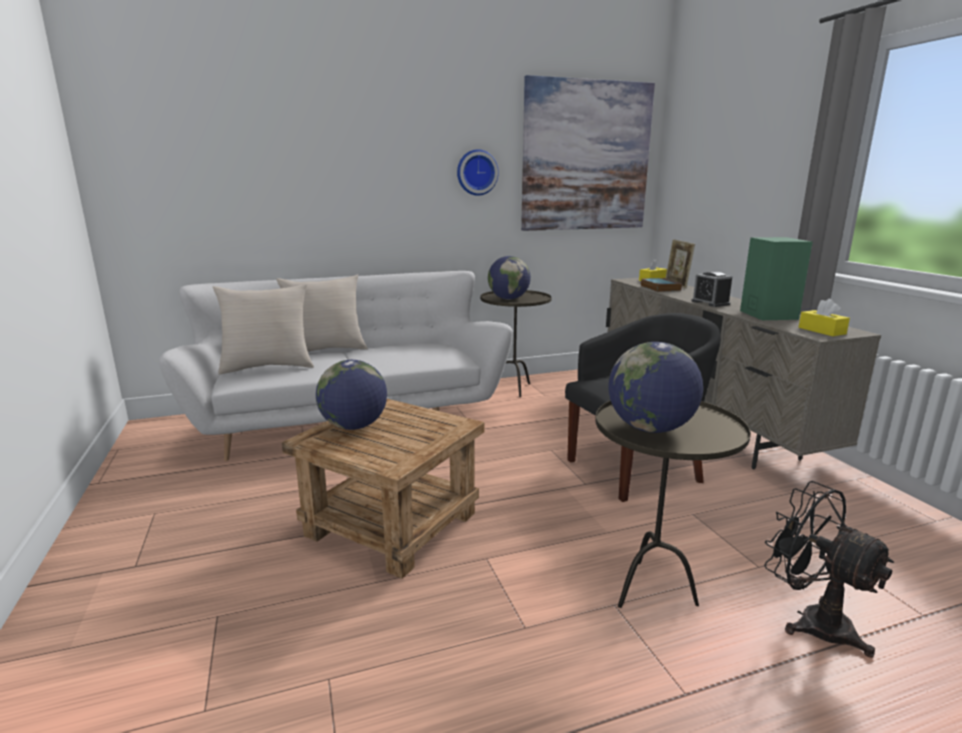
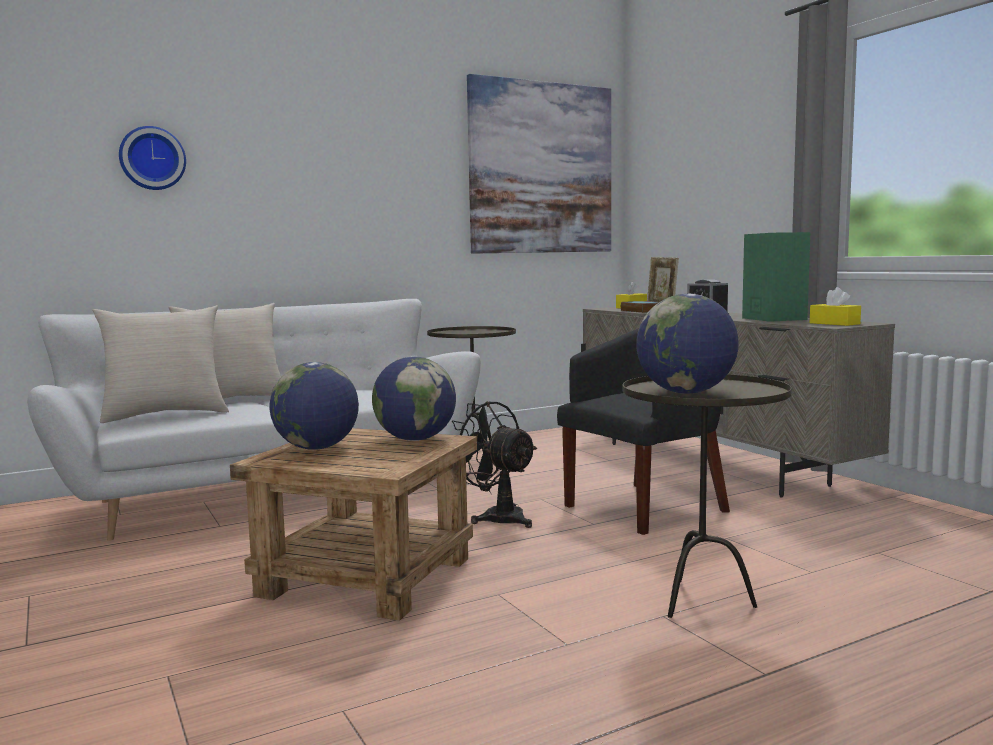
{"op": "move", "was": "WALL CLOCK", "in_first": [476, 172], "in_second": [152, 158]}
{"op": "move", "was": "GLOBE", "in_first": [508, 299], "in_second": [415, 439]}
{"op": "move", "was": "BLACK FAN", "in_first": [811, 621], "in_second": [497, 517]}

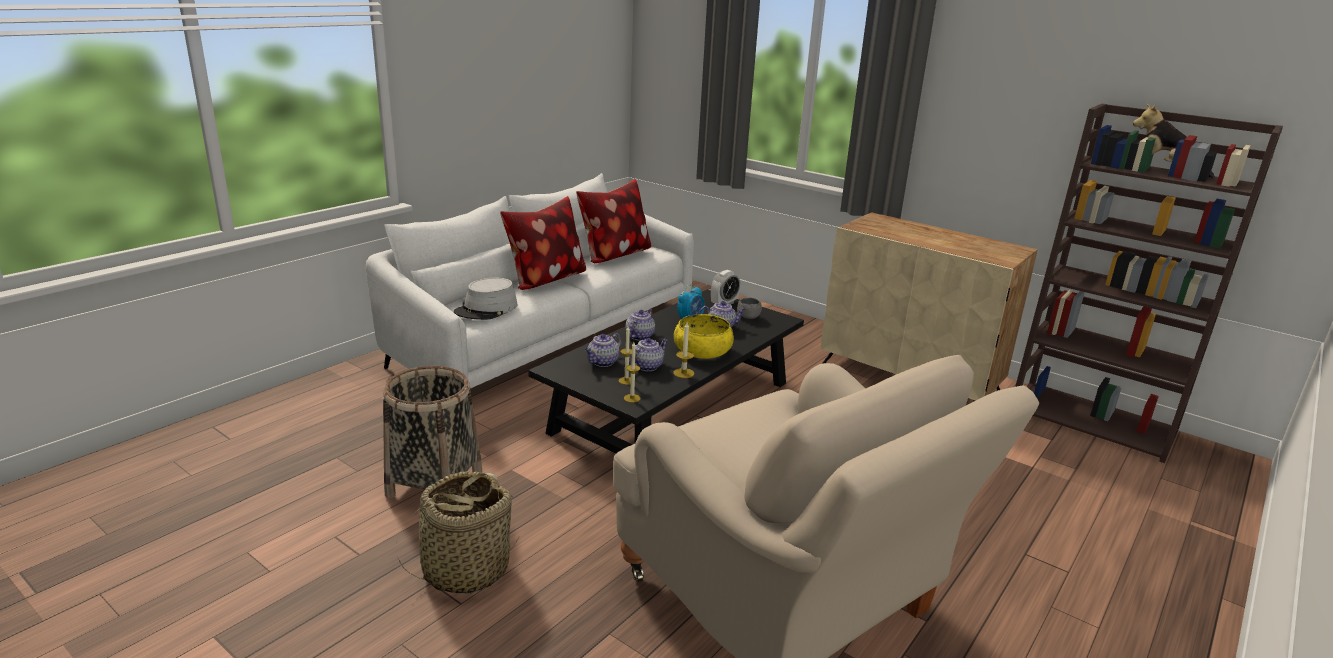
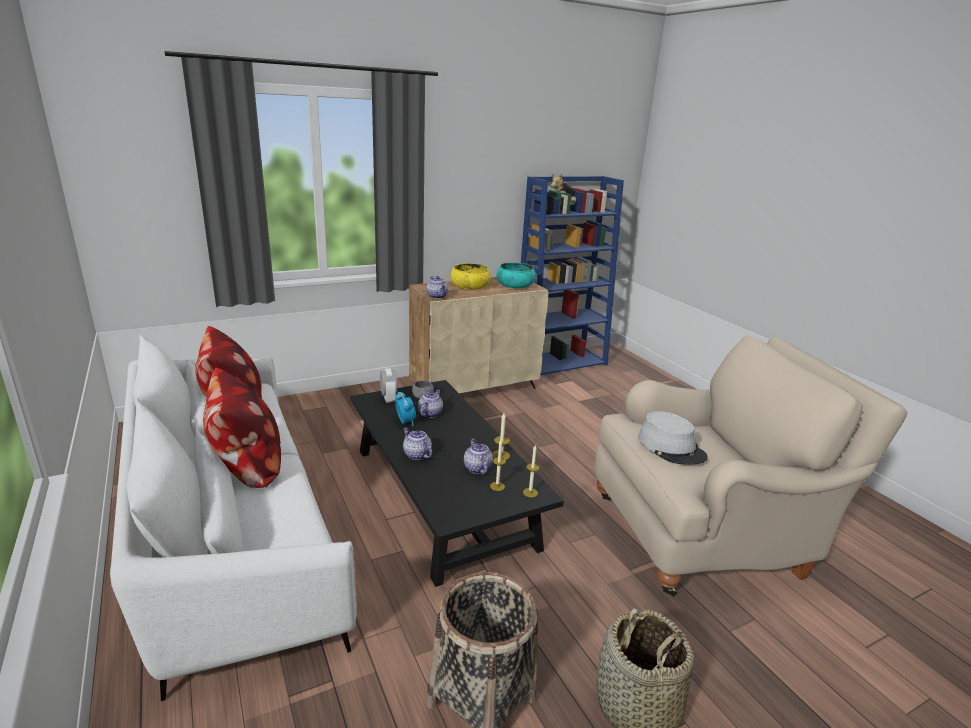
{"op": "move", "was": "TEAPOT", "in_first": [602, 362], "in_second": [437, 296]}
{"op": "move", "was": "YELLOW BOWL", "in_first": [702, 350], "in_second": [470, 286]}
{"op": "insert", "now": "TURQUOISE BOWL", "in_second": [515, 285]}
{"op": "recolor", "was": "BROWN BOOKCASE", "now": "BLUE BOOKCASE", "in_first": [1094, 421], "in_second": [560, 362]}
{"op": "move", "was": "GREY HAT", "in_first": [486, 309], "in_second": [671, 447]}

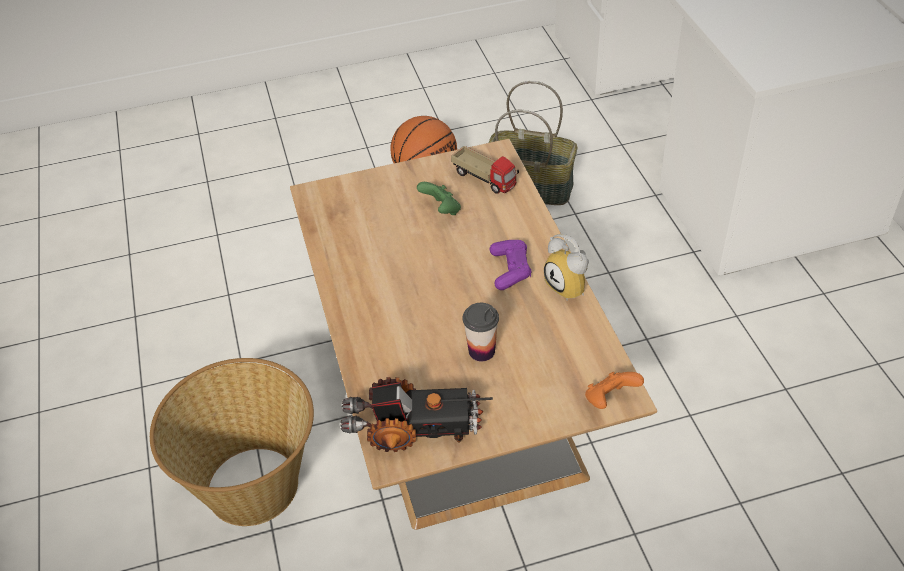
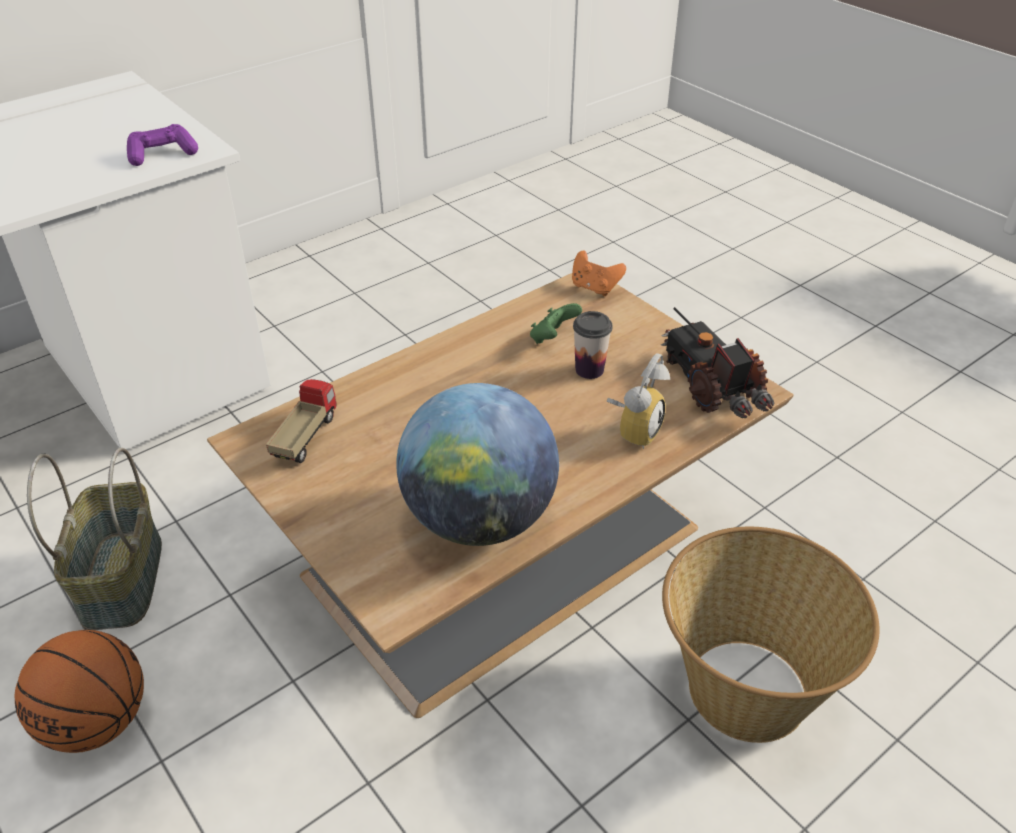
{"op": "move", "was": "PURPLE GAME CONTROLLER", "in_first": [510, 270], "in_second": [162, 154]}
{"op": "insert", "now": "GLOBE", "in_second": [479, 519]}
{"op": "move", "was": "GREEN GAME CONTROLLER", "in_first": [441, 210], "in_second": [552, 338]}
{"op": "move", "was": "ALARM CLOCK", "in_first": [570, 286], "in_second": [634, 430]}

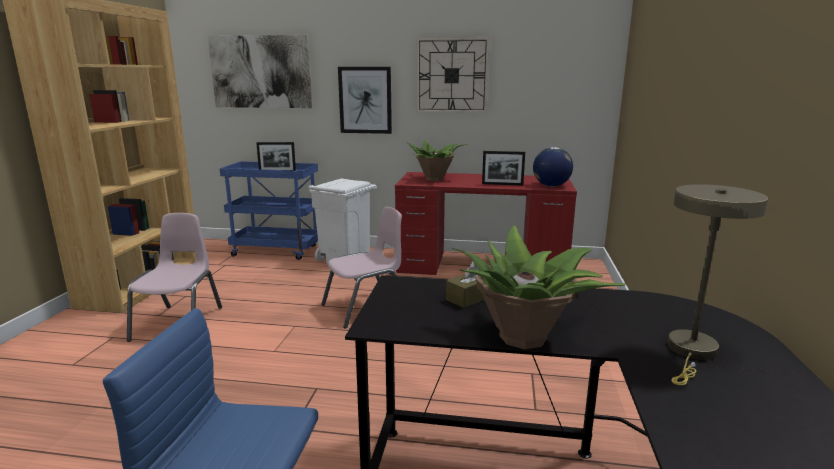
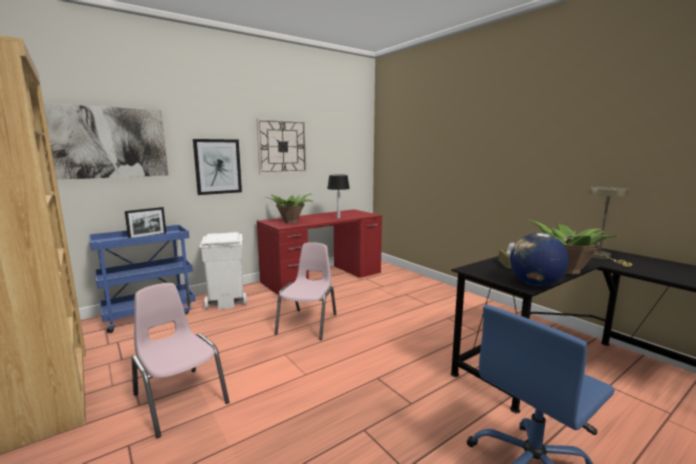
{"op": "replace", "was": "PICTURE FRAME", "now": "TABLE LAMP", "in_first": [502, 184], "in_second": [338, 218]}
{"op": "move", "was": "GLOBE", "in_first": [551, 186], "in_second": [535, 284]}

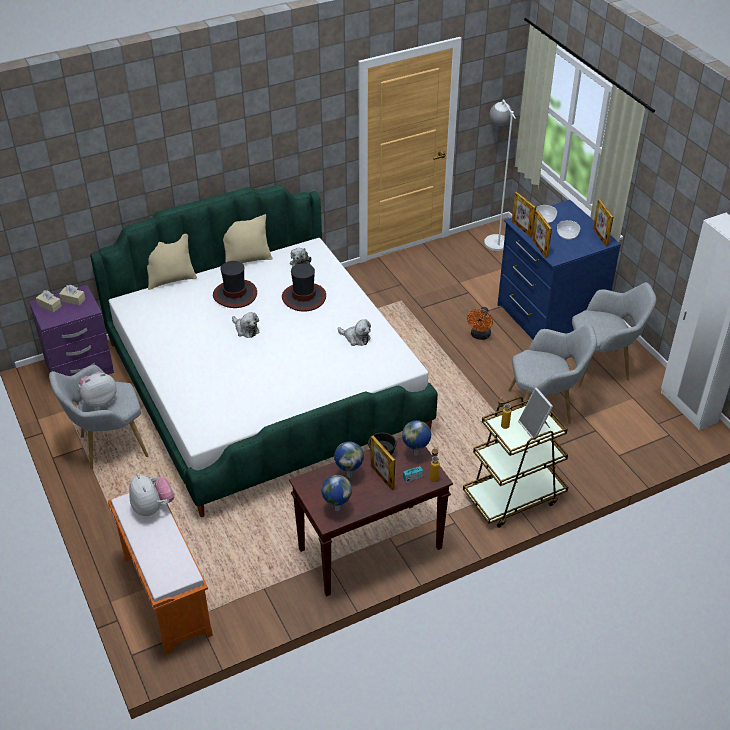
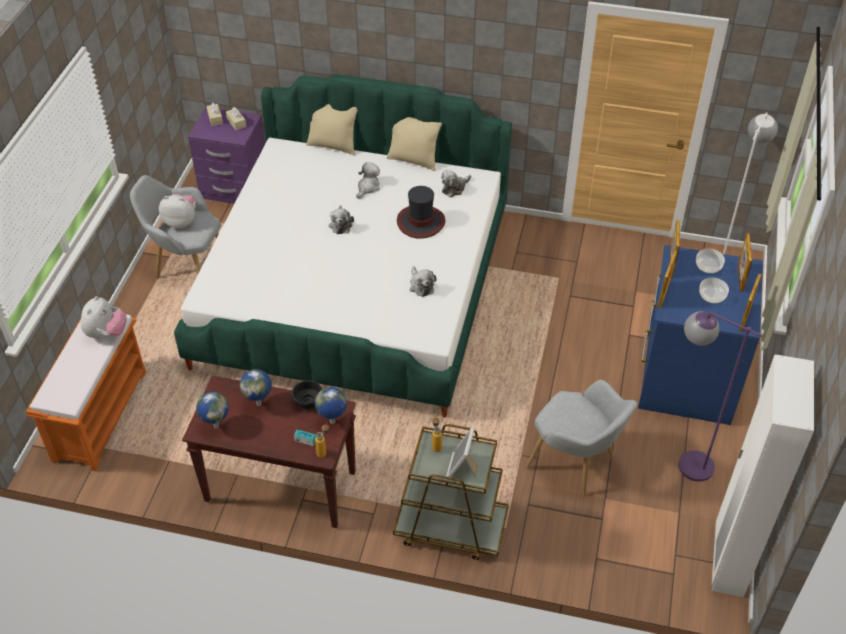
{"op": "replace", "was": "HAT", "now": "PLUSH TOY", "in_first": [235, 294], "in_second": [368, 187]}
{"op": "replace", "was": "GREY ARMCHAIR", "now": "PURPLE FLOOR LAMP", "in_first": [602, 367], "in_second": [684, 461]}
{"op": "move", "was": "PICTURE FRAME", "in_first": [382, 477], "in_second": [740, 278]}
{"op": "delete", "was": "ORANGE FAN", "in_first": [479, 336]}

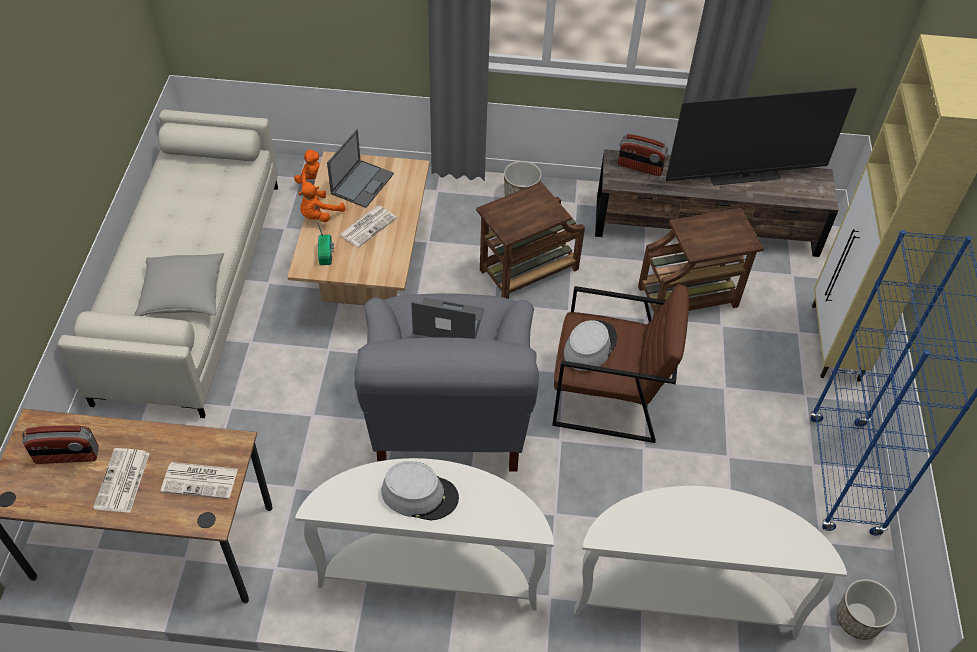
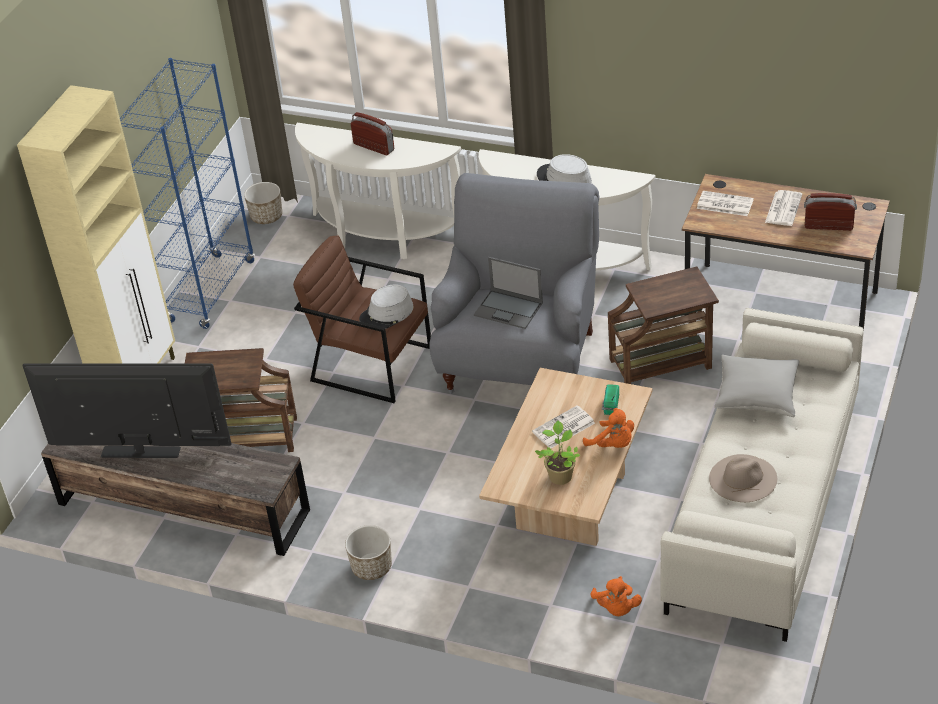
{"op": "move", "was": "RADIO", "in_first": [640, 167], "in_second": [374, 147]}
{"op": "replace", "was": "LAPTOP", "now": "POTTED PLANT", "in_first": [362, 183], "in_second": [560, 475]}
{"op": "rotate", "was": "ORANGE PLUSH TOY", "in_first": [319, 215], "in_second": [613, 444], "clockwise": 75}
{"op": "move", "was": "BROWN SIDE TABLE", "in_first": [526, 271], "in_second": [663, 363]}
{"op": "insert", "now": "BEIGE HAT", "in_second": [743, 478]}

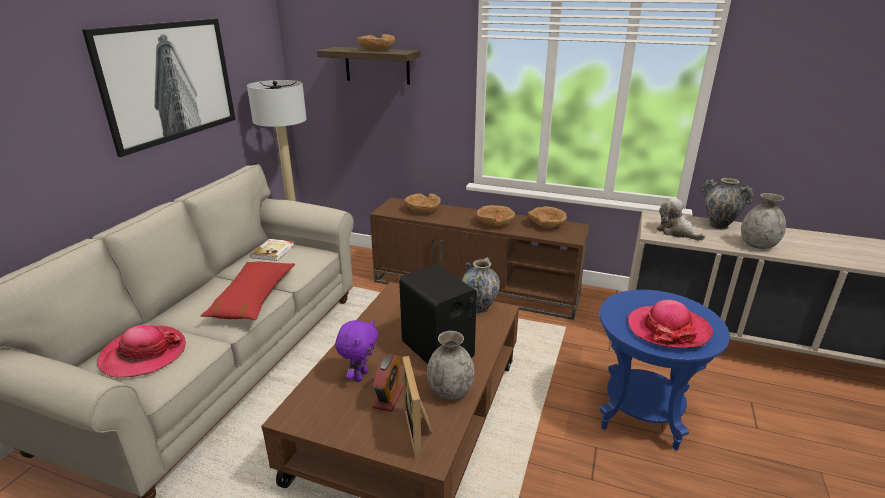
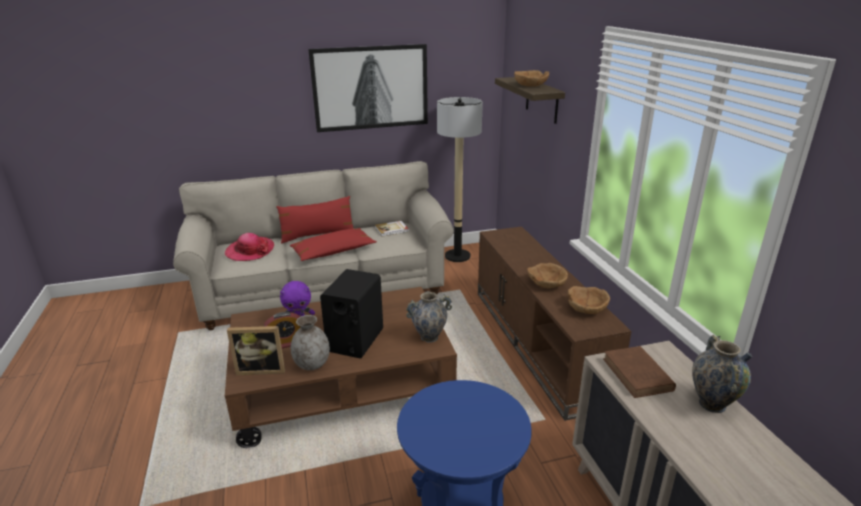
{"op": "rotate", "was": "PICTURE FRAME", "in_first": [420, 432], "in_second": [262, 369], "clockwise": -135}
{"op": "insert", "now": "RED PILLOW", "in_second": [318, 235]}
{"op": "replace", "was": "PLUSH TOY", "now": "BROWN BOOK", "in_first": [676, 232], "in_second": [638, 376]}
{"op": "delete", "was": "BROWN BOWL", "in_first": [422, 211]}
{"op": "delete", "was": "HAT", "in_first": [668, 329]}
{"op": "delete", "was": "GREY VASE", "in_first": [758, 245]}

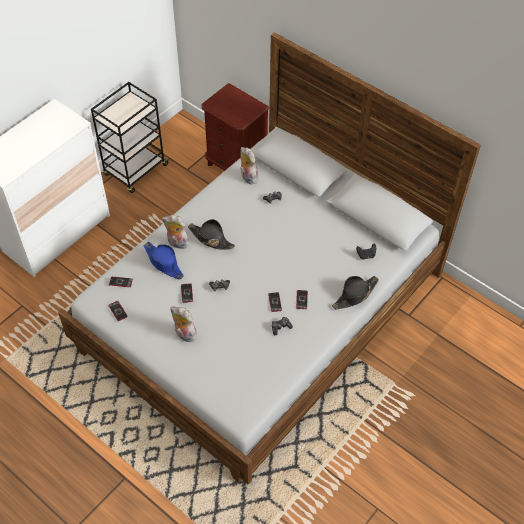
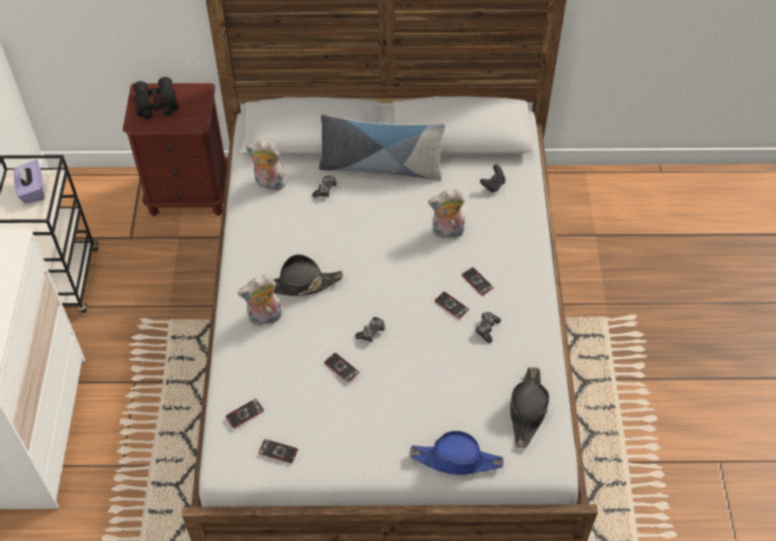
{"op": "insert", "now": "PURPLE TISSUE BOX", "in_second": [32, 190]}
{"op": "insert", "now": "BLACK BINOCULARS", "in_second": [155, 104]}
{"op": "insert", "now": "PILLOW", "in_second": [381, 167]}
{"op": "move", "was": "BLUE HAT", "in_first": [164, 263], "in_second": [456, 460]}
{"op": "move", "was": "PLUSH TOY", "in_first": [184, 335], "in_second": [447, 232]}
{"op": "move", "was": "BLACK HAT", "in_first": [355, 295], "in_second": [527, 410]}

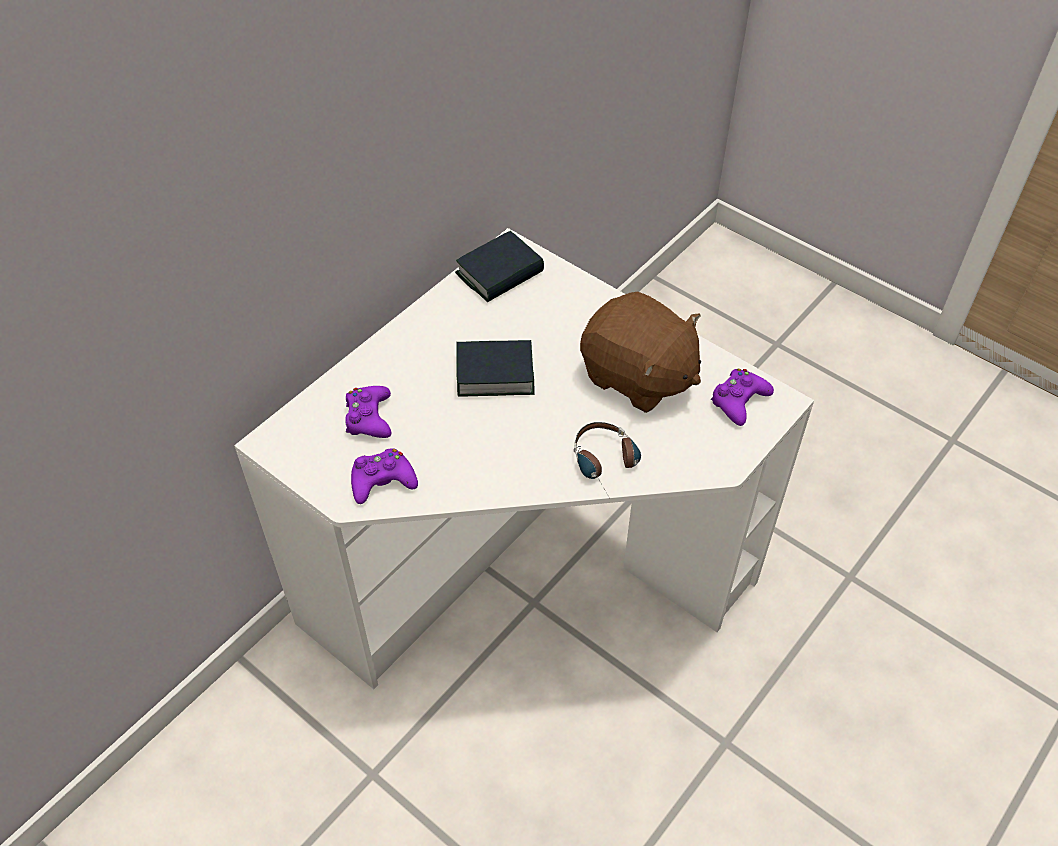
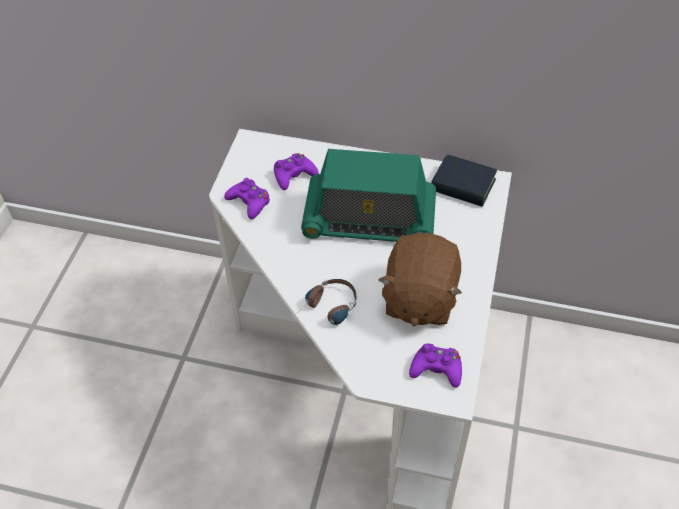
{"op": "replace", "was": "BOOK", "now": "RADIO", "in_first": [494, 374], "in_second": [369, 219]}

